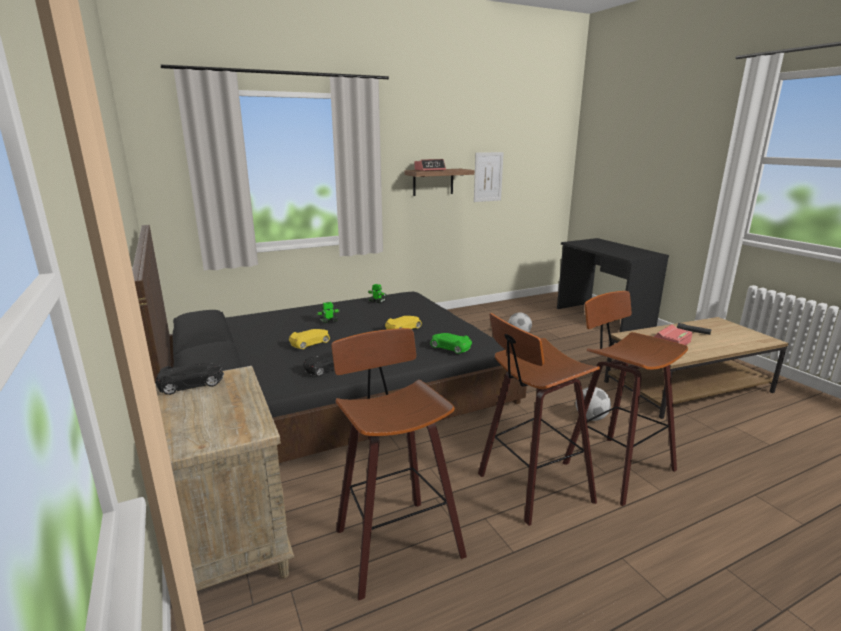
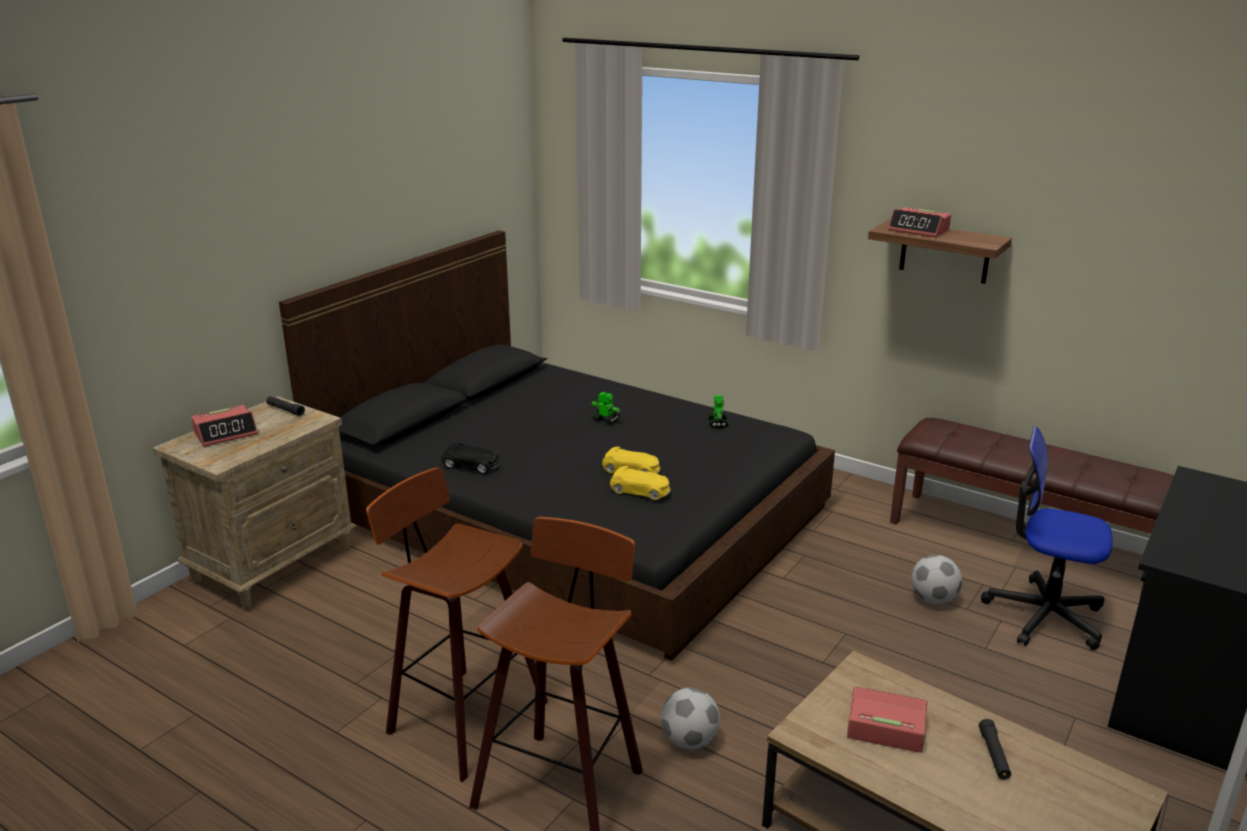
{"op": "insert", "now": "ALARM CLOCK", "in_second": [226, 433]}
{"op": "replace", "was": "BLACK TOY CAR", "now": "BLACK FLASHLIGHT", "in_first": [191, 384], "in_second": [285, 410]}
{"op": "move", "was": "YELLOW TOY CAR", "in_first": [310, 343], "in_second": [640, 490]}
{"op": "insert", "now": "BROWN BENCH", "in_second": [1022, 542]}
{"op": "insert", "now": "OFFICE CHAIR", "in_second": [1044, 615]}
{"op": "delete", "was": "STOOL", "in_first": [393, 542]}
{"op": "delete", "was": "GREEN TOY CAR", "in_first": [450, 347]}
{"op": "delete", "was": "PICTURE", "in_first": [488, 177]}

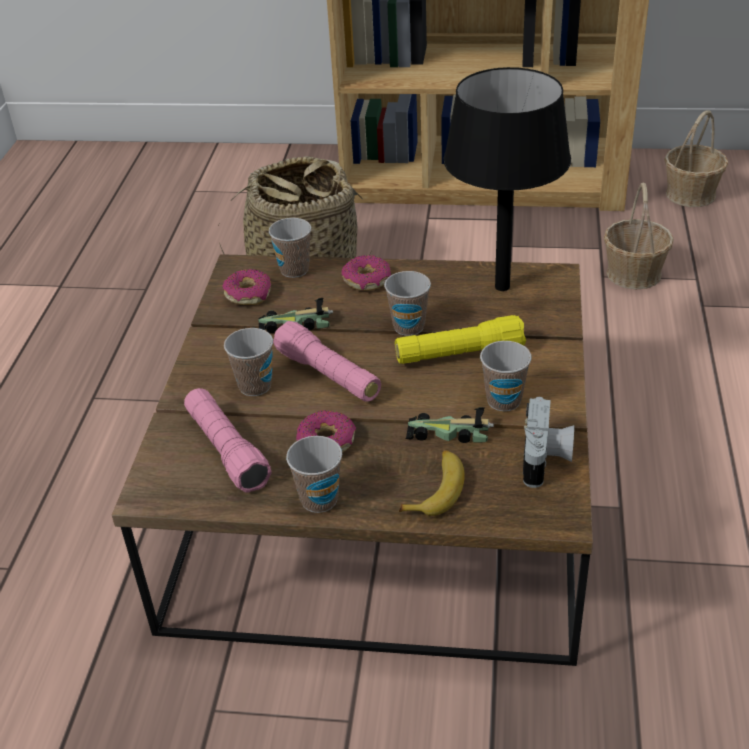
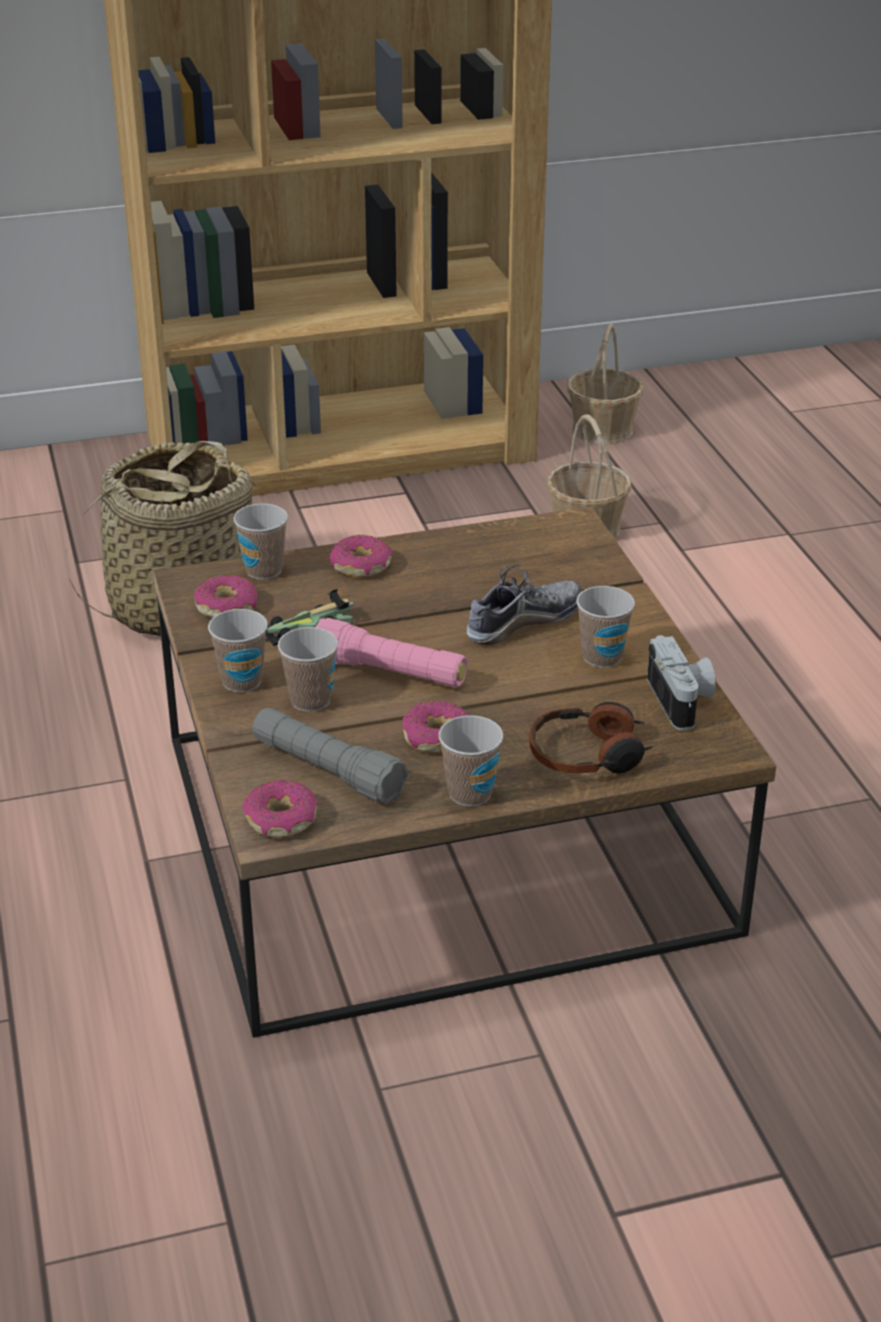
{"op": "move", "was": "CUP", "in_first": [408, 327], "in_second": [242, 681]}
{"op": "insert", "now": "DONUT", "in_second": [280, 820]}
{"op": "recolor", "was": "PINK FLASHLIGHT", "now": "GREY FLASHLIGHT", "in_first": [227, 450], "in_second": [328, 770]}
{"op": "replace", "was": "YELLOW FLASHLIGHT", "now": "SHOE", "in_first": [459, 355], "in_second": [523, 622]}
{"op": "replace", "was": "BANANA", "now": "HEADPHONES", "in_first": [436, 489], "in_second": [589, 755]}
{"op": "delete", "was": "TOY CAR", "in_first": [450, 432]}
{"op": "delete", "was": "BLACK TABLE LAMP", "in_first": [502, 287]}

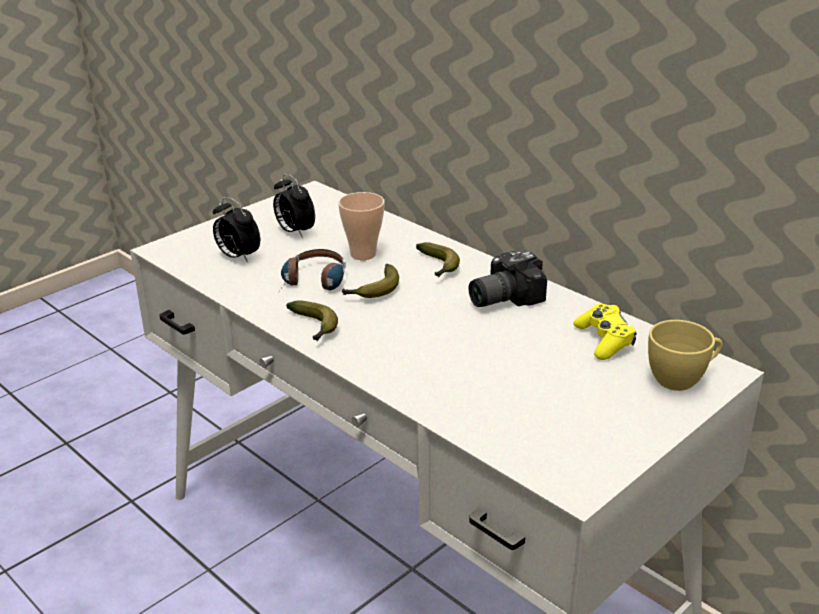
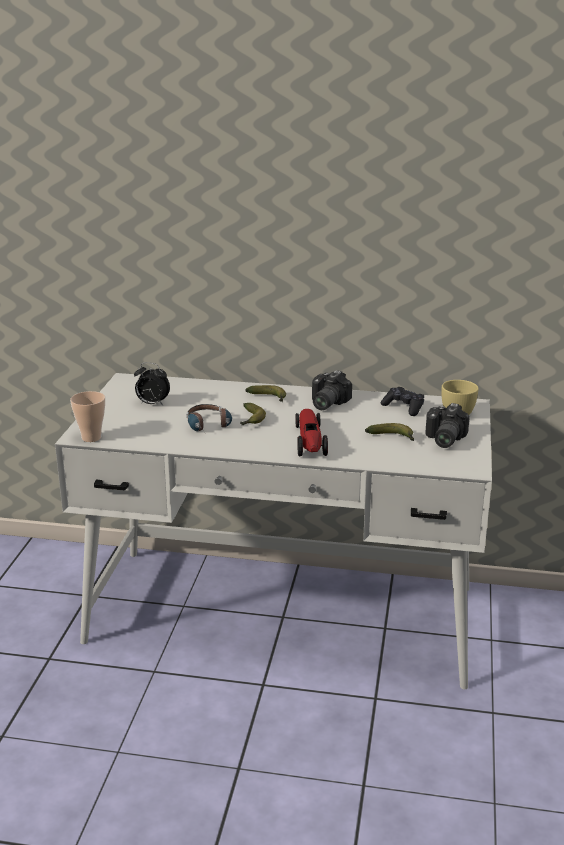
{"op": "move", "was": "CUP", "in_first": [363, 254], "in_second": [91, 437]}
{"op": "insert", "now": "TOY CAR", "in_second": [310, 441]}
{"op": "move", "was": "BANANA", "in_first": [314, 328], "in_second": [393, 438]}
{"op": "recolor", "was": "YELLOW GAME CONTROLLER", "now": "BLACK GAME CONTROLLER", "in_first": [604, 340], "in_second": [403, 407]}
{"op": "insert", "now": "PHOTO CAMERA", "in_second": [442, 439]}
{"op": "delete", "was": "ALARM CLOCK", "in_first": [237, 257]}

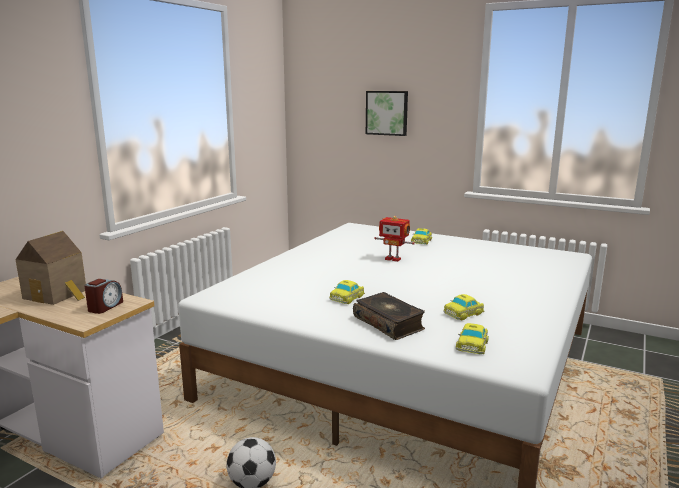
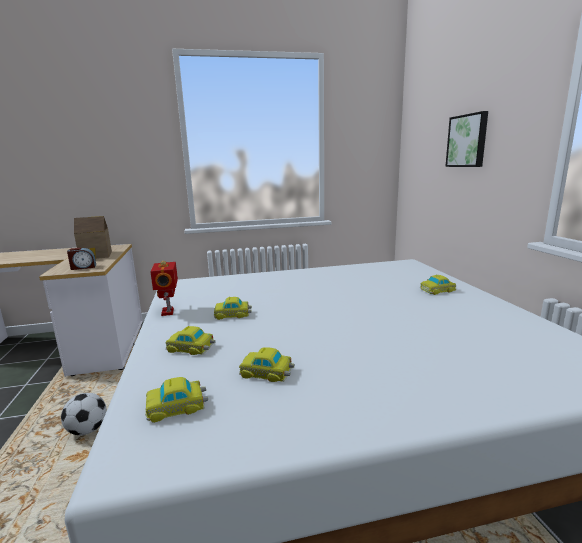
{"op": "move", "was": "TOY ROBOT", "in_first": [393, 259], "in_second": [169, 312]}
{"op": "replace", "was": "BOOK", "now": "TOY CAR", "in_first": [389, 323], "in_second": [191, 348]}

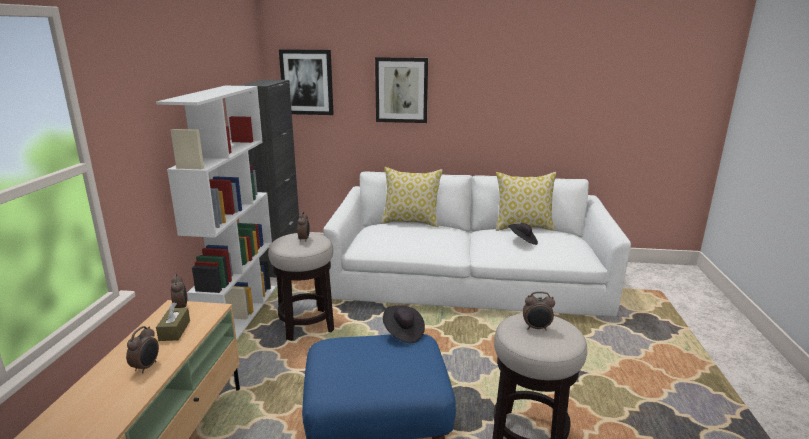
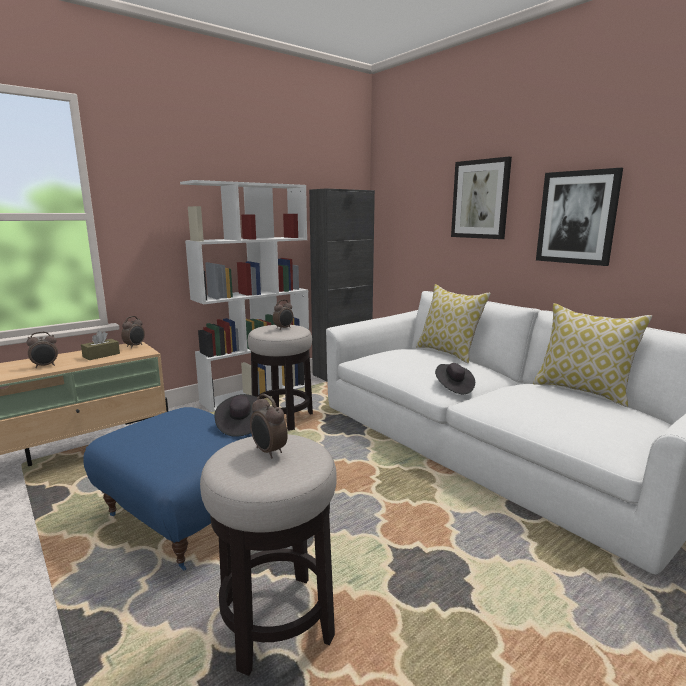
{"op": "move", "was": "BLACK HAT", "in_first": [523, 241], "in_second": [453, 387]}
{"op": "move", "was": "PICTURE", "in_first": [307, 82], "in_second": [577, 217]}

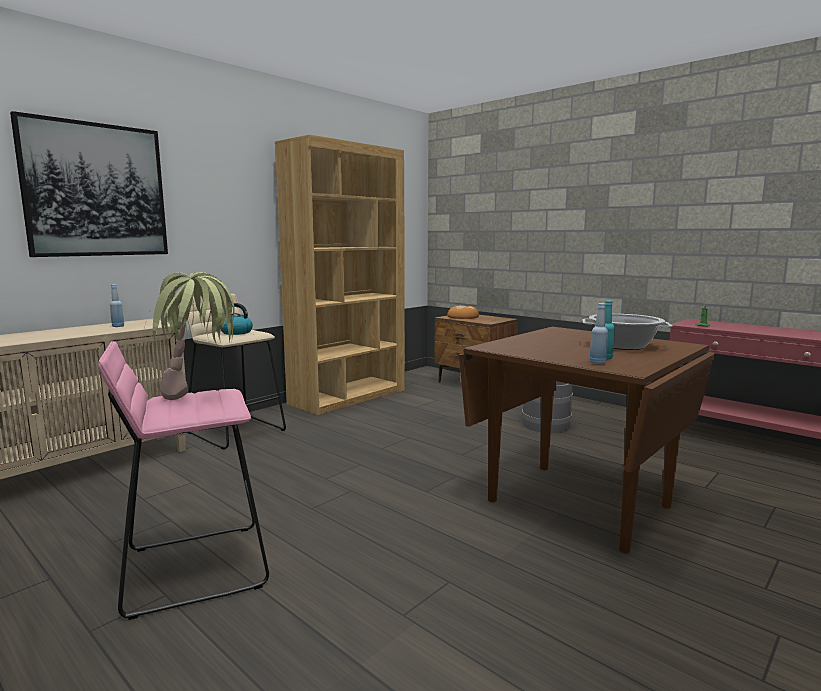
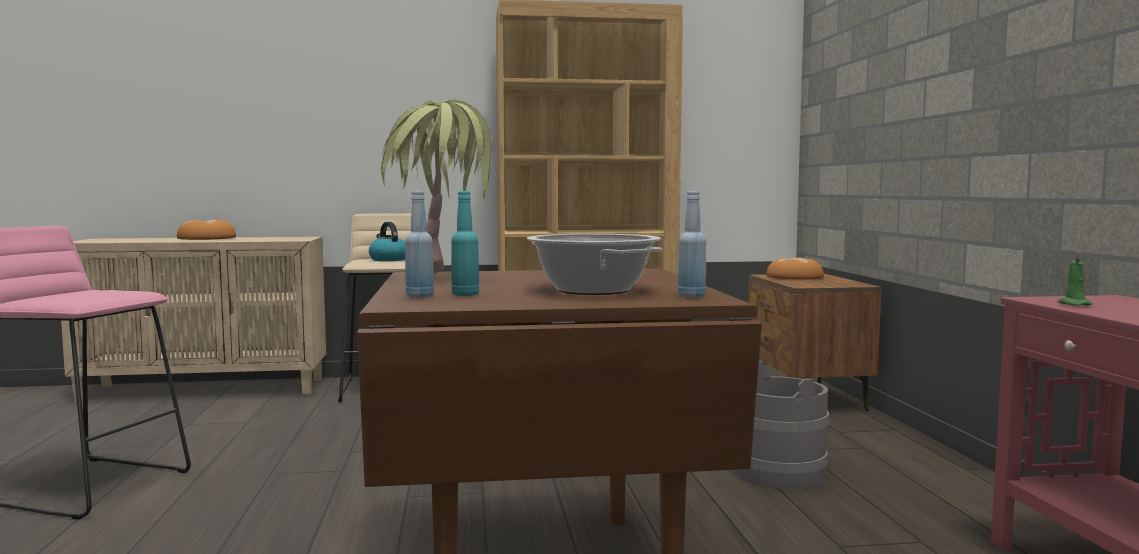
{"op": "insert", "now": "BREAD", "in_second": [207, 238]}
{"op": "move", "was": "POTTED PLANT", "in_first": [199, 400], "in_second": [443, 279]}
{"op": "move", "was": "BLUE BOTTLE", "in_first": [118, 326], "in_second": [691, 296]}
{"op": "delete", "was": "PICTURE", "in_first": [96, 190]}

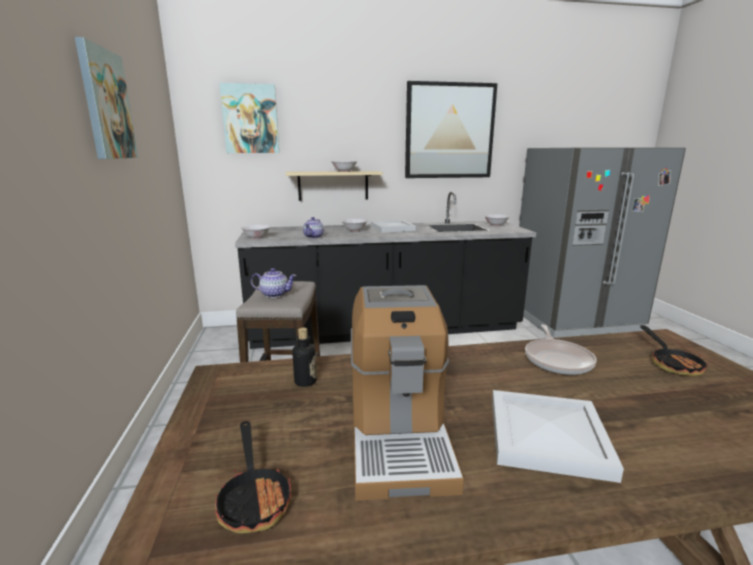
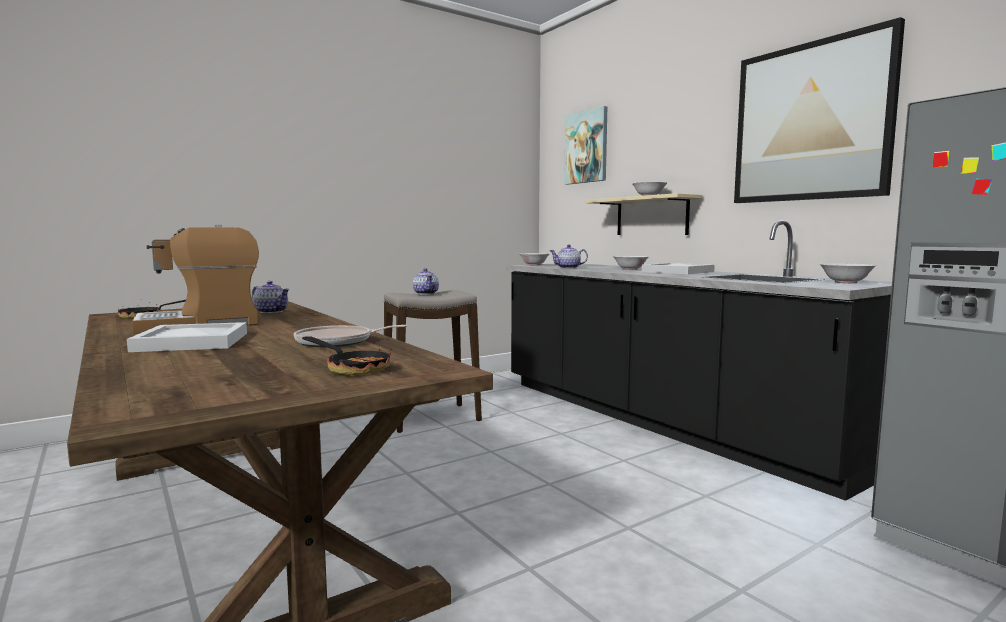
{"op": "replace", "was": "BOTTLE", "now": "TEAPOT", "in_first": [305, 381], "in_second": [271, 311]}
{"op": "rotate", "was": "FRYING PAN", "in_first": [672, 363], "in_second": [352, 369], "clockwise": -120}
{"op": "delete", "was": "PICTURE", "in_first": [106, 105]}

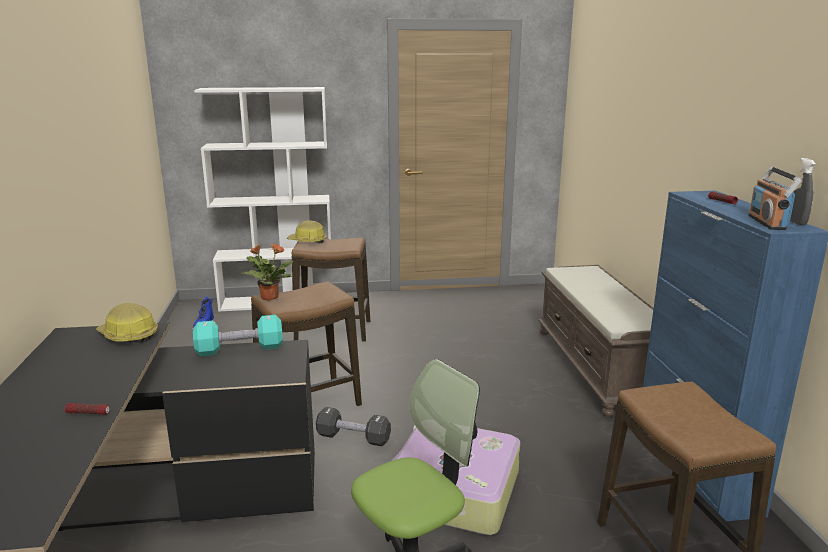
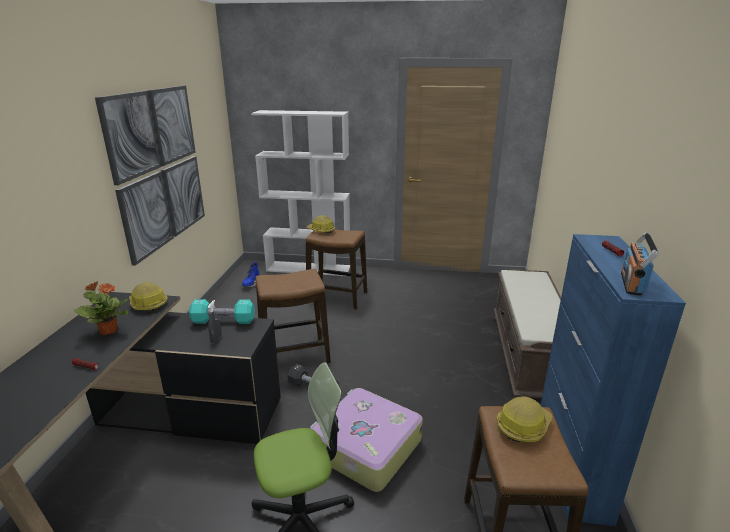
{"op": "move", "was": "POTTED PLANT", "in_first": [269, 297], "in_second": [108, 331]}
{"op": "insert", "now": "PICTURE", "in_second": [159, 168]}
{"op": "move", "was": "GREY SPRAY BOTTLE", "in_first": [796, 223], "in_second": [216, 339]}
{"op": "insert", "now": "HARD HAT", "in_second": [523, 426]}

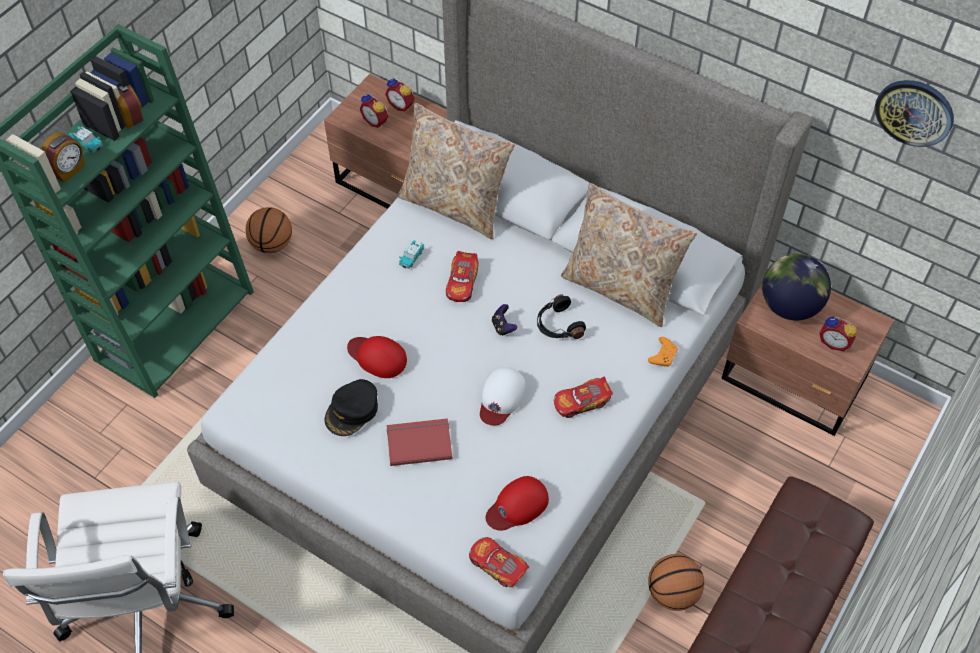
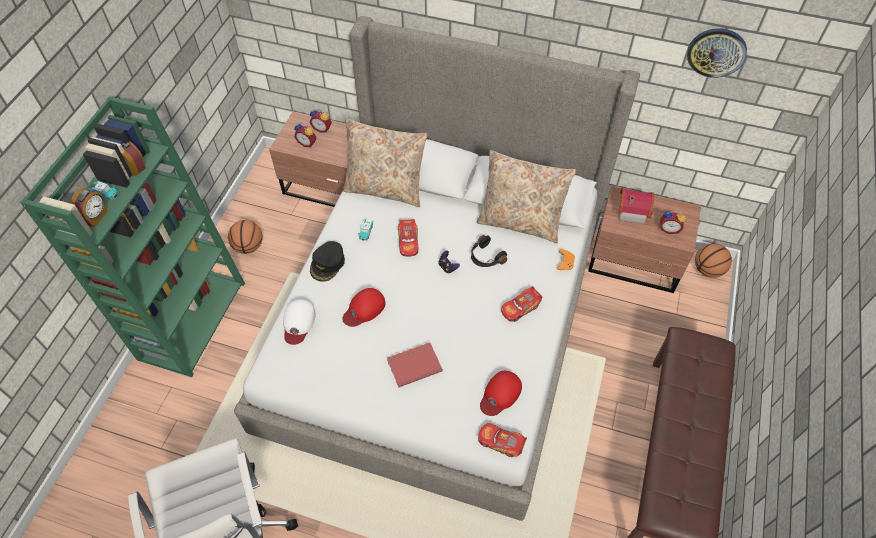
{"op": "move", "was": "WHITE CAP", "in_first": [501, 398], "in_second": [298, 323]}
{"op": "move", "was": "BLACK CAP", "in_first": [352, 411], "in_second": [327, 264]}
{"op": "rotate", "was": "RED CAP", "in_first": [377, 357], "in_second": [364, 309], "clockwise": -60}
{"op": "replace", "was": "GLOBE", "now": "TOY HOUSE", "in_first": [789, 306], "in_second": [631, 211]}
{"op": "move", "was": "BASKETBALL", "in_first": [672, 593], "in_second": [707, 270]}

